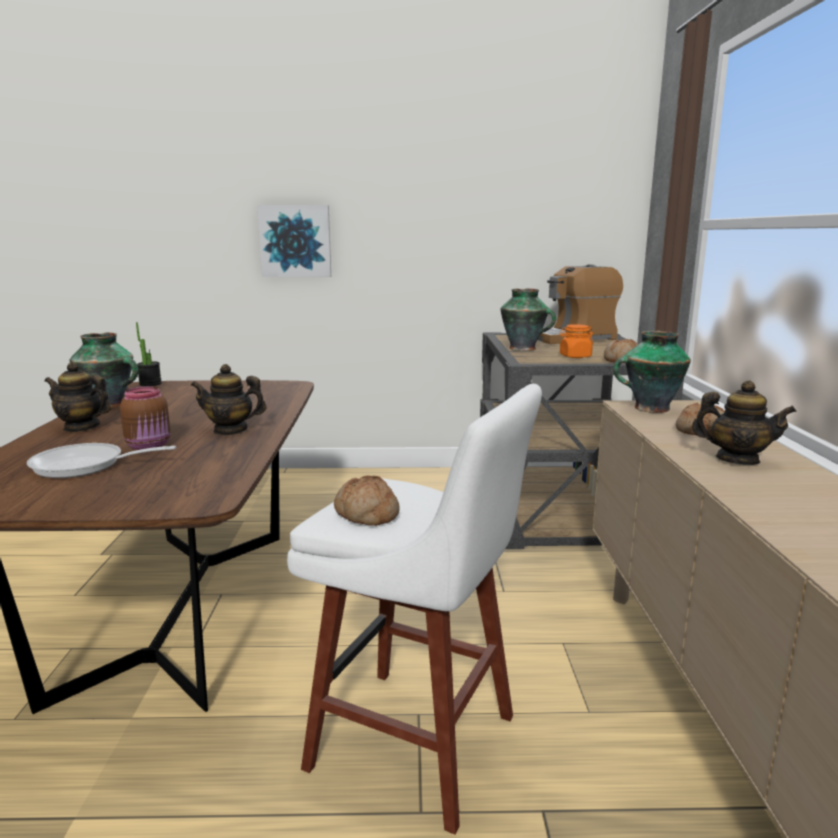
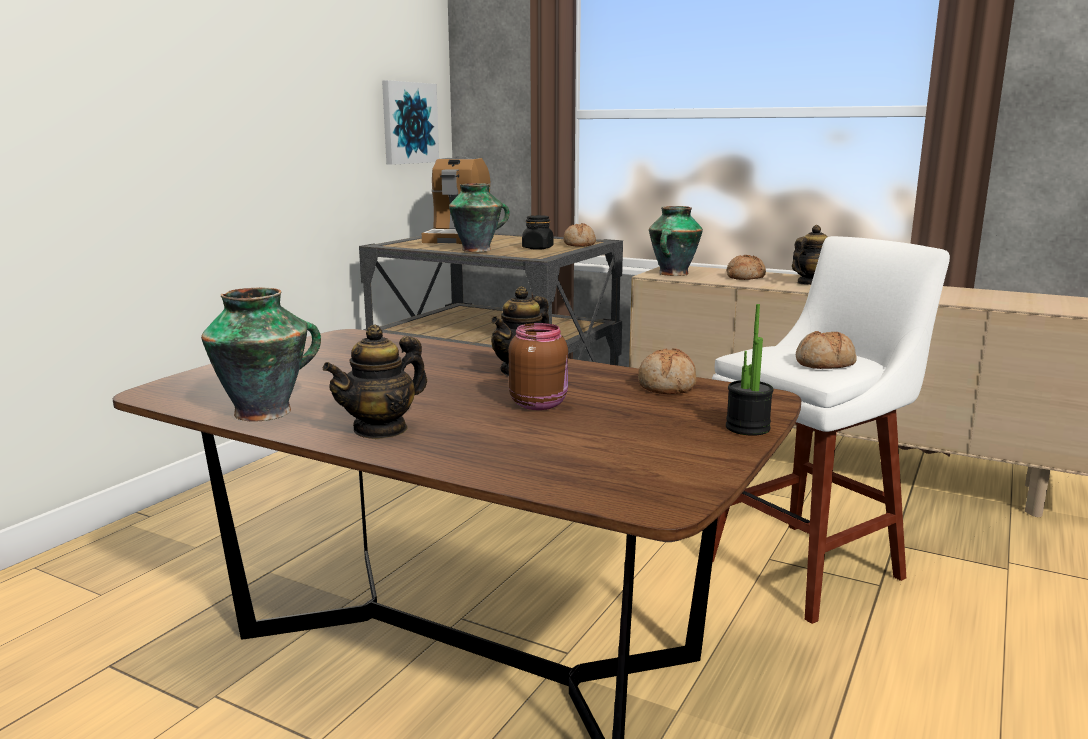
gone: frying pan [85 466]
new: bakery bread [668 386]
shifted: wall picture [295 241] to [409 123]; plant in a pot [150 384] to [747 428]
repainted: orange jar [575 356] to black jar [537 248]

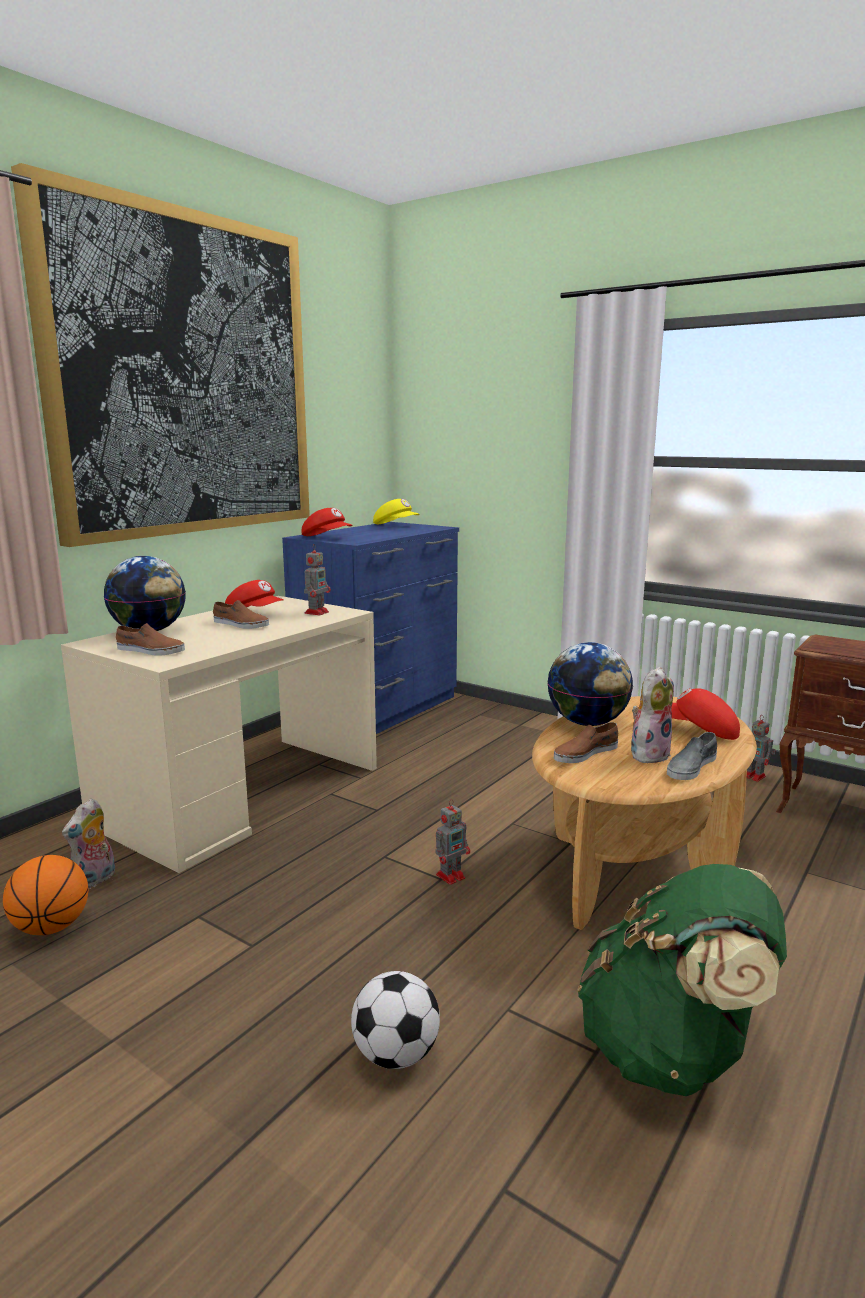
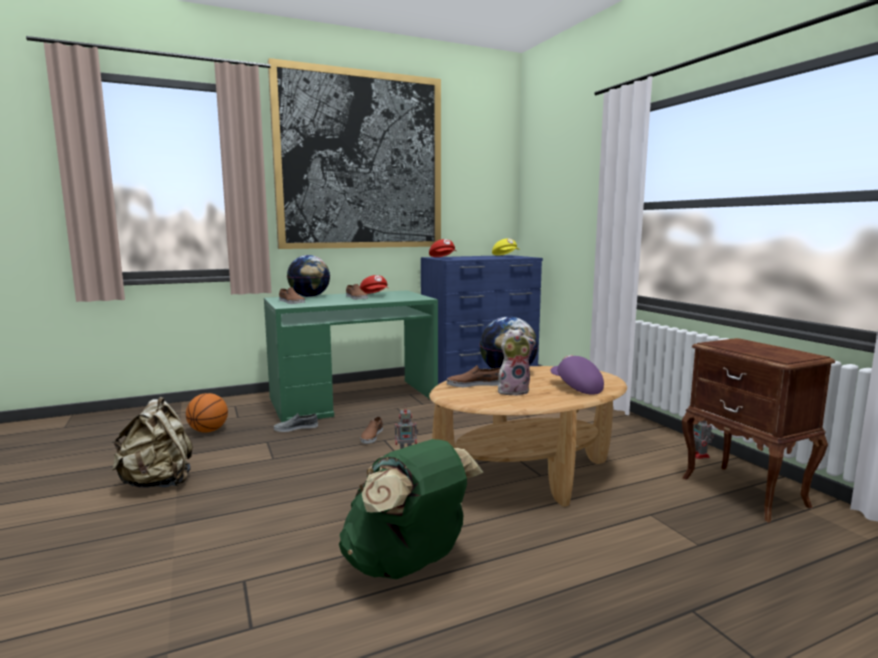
gone: soft toy [95 880]; model robot [317 612]; ball for football [396 1055]
new: beige-coloured backpack [158 483]; brownish item of footwear [371 436]
shifted: grey item of footwear [691 767] to [296 428]
repainted: beige-coloured desk table [242 794] to greenish desk table [352 399]; reddish baseball cap [699 731] to purple baseball cap [575 387]

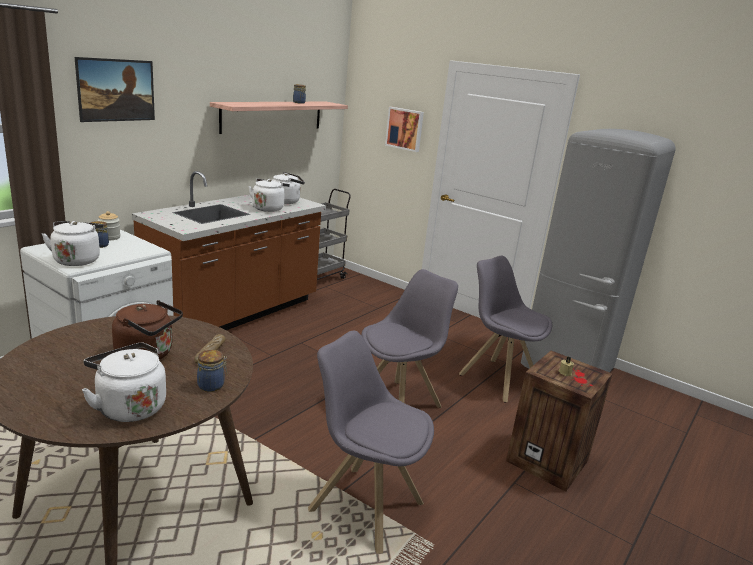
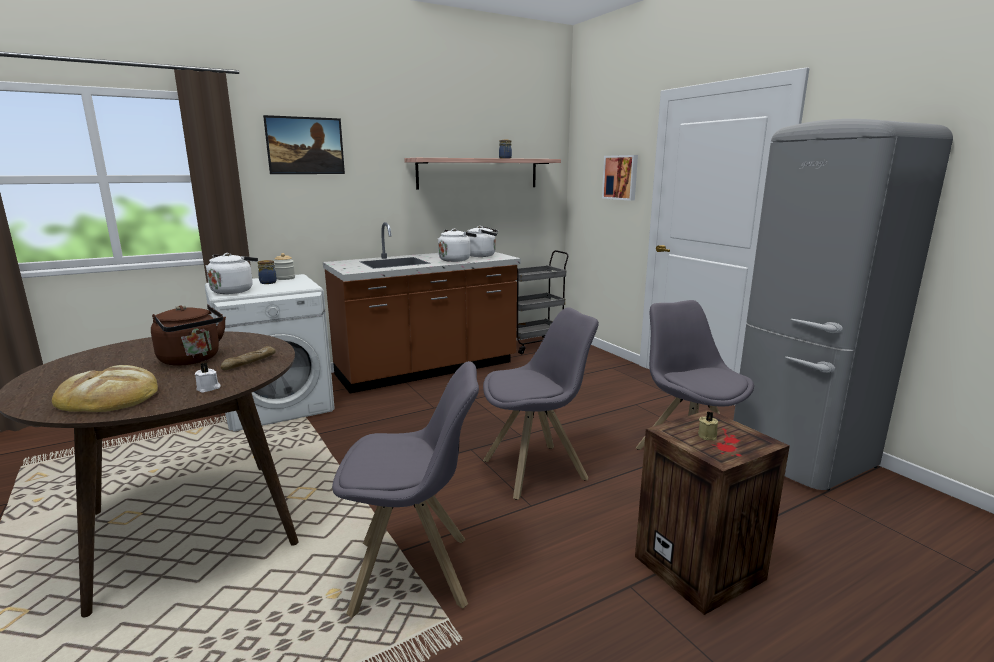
swapped: white-coloured kettle [129 406] to bakery bread [110 396]; jar [212 385] to white-coloured wax light [209 388]
rotated: grey plain chair [365 506] = [413 573] 120 degrees clockwise

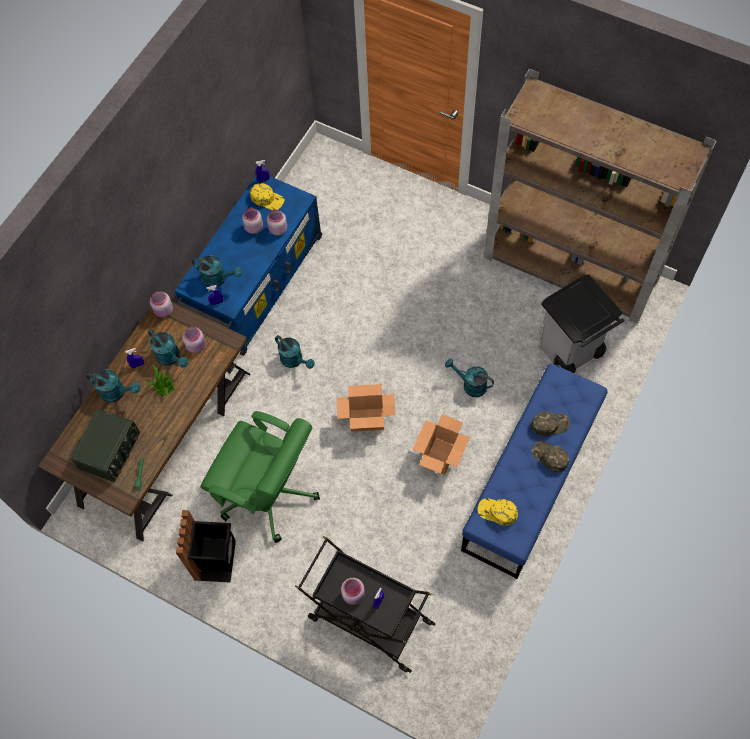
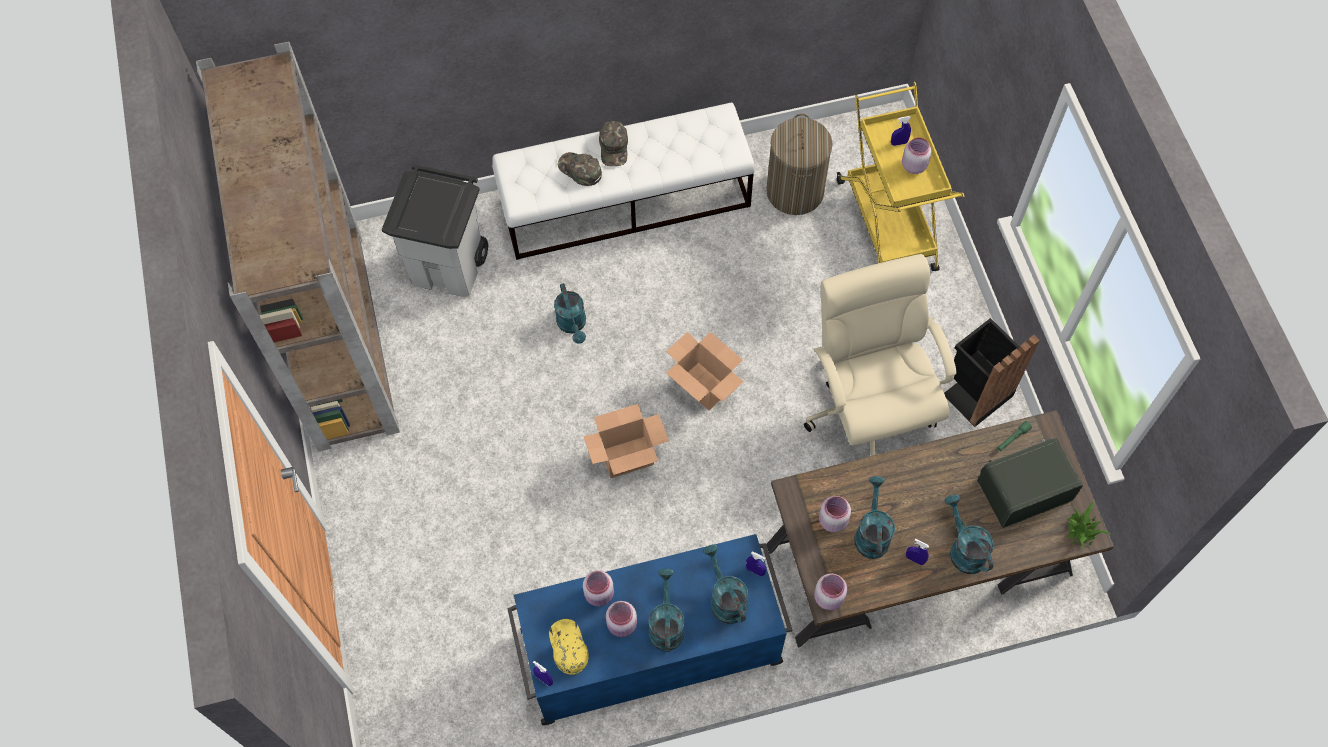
gone: yellow baseball cap [497 512]
new: hamper [795 191]
shifted: cardboard box [440 456] to [627 457]; turquoise sprinkling can [294 360] to [665 624]; plant in a pot [163 385] to [1081 530]
repainted: bluish long seat [530 480] to white-coloured long seat [626 202]; greenish desk chair [268 493] to beige-coloured desk chair [868 409]; black trolley [369 620] to yellow trolley [886 226]

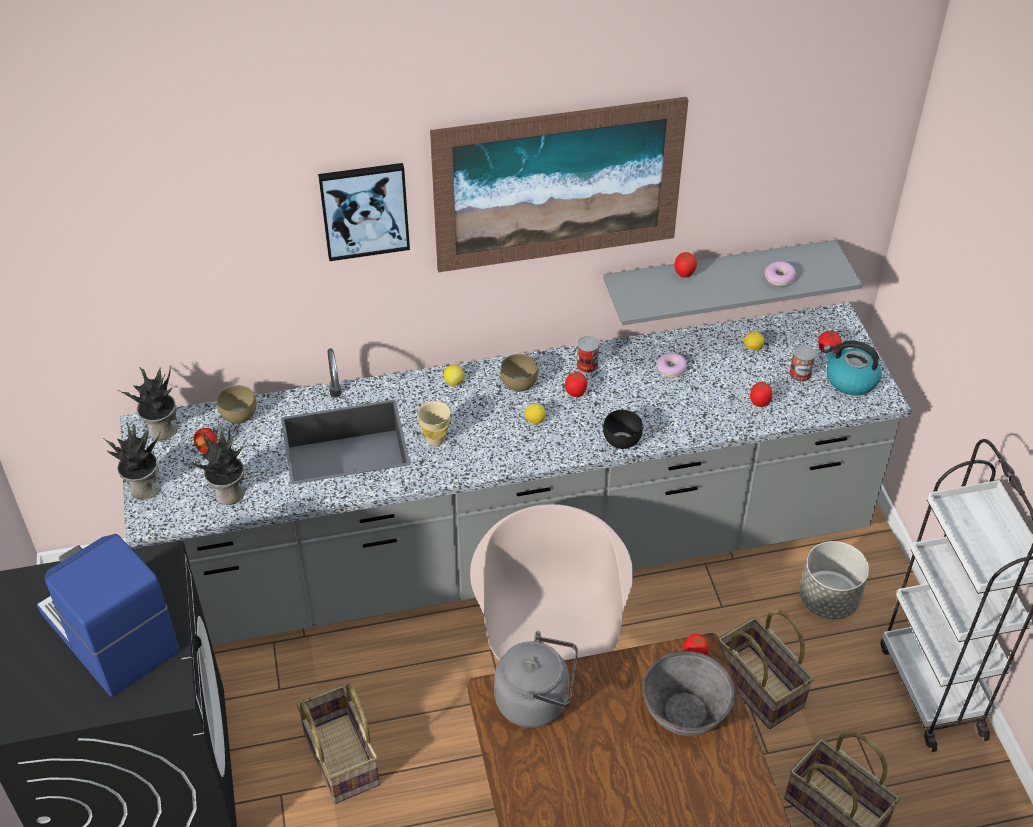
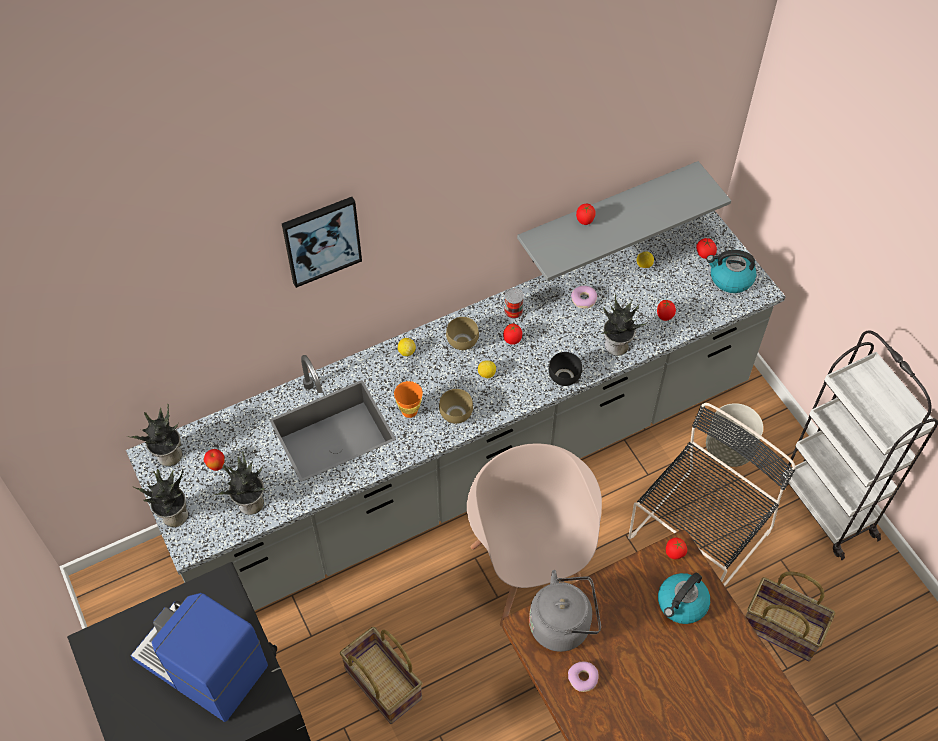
gone: wall picture [558 185]; sealed can [800 374]
new: plant in a pot [616 346]
shifted: brownish bowl [239 415] to [455 413]; ring doughnut [779 278] to [583 678]
swapped: basket [760 687] to black plain chair [697 537]; grey bowl [685 711] to kettle [681 604]
repainted: beige-coloured small cup [435 440] to orange small cup [409 411]

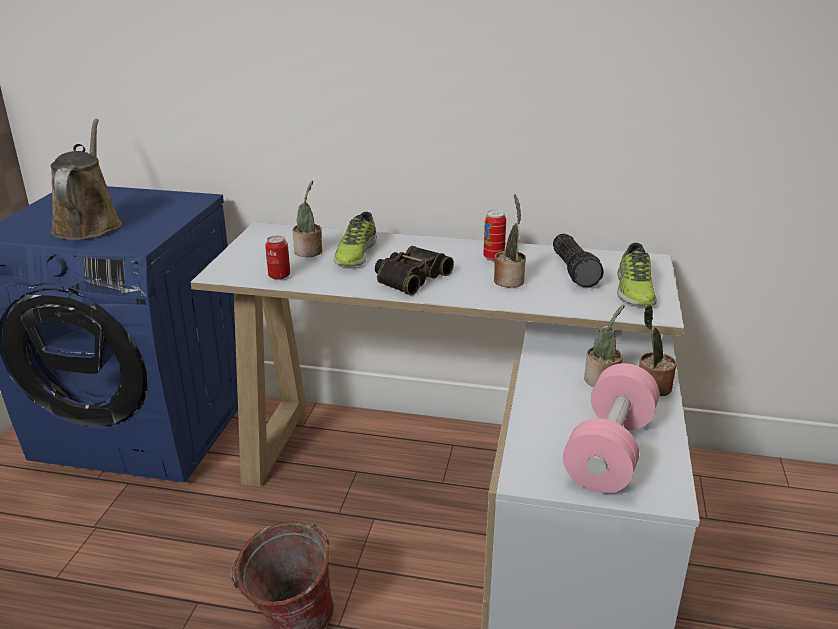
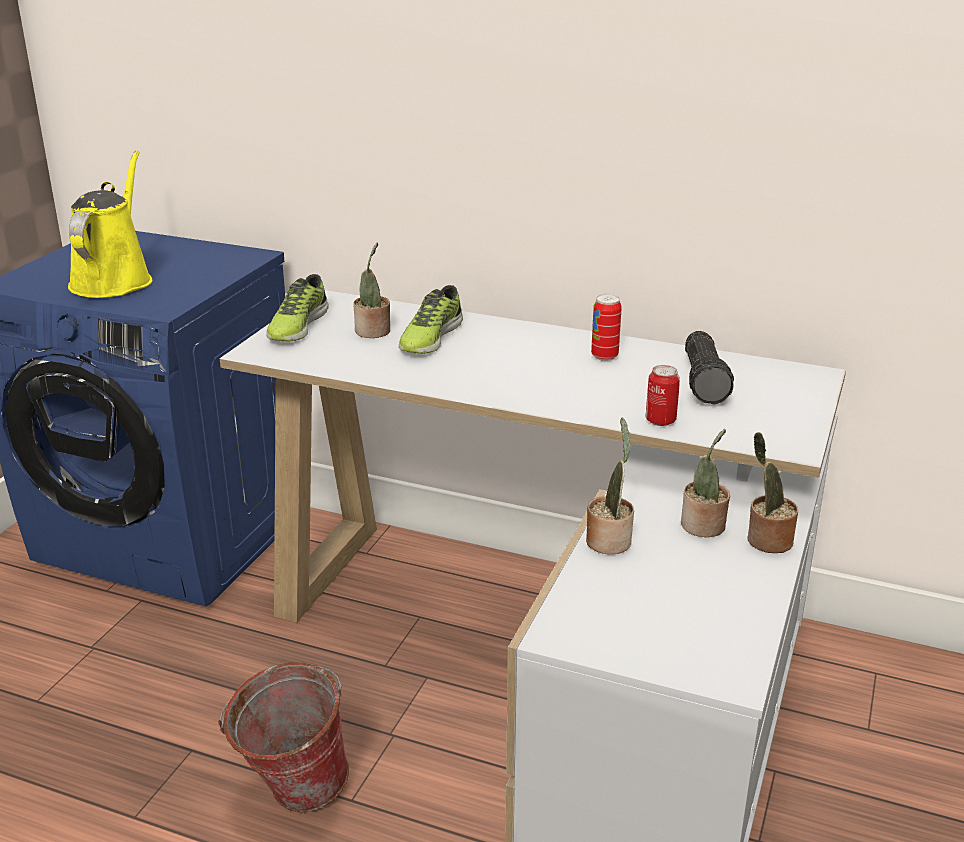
gone: binoculars [410 277]; pink free weight [609 451]
shifted: item of footwear [633 290] to [297 326]; plant in a pot [509 280] to [609 540]; sealed can [279 276] to [660 420]
repainted: brownish sprinkling can [89 224] to yellow sprinkling can [114 280]

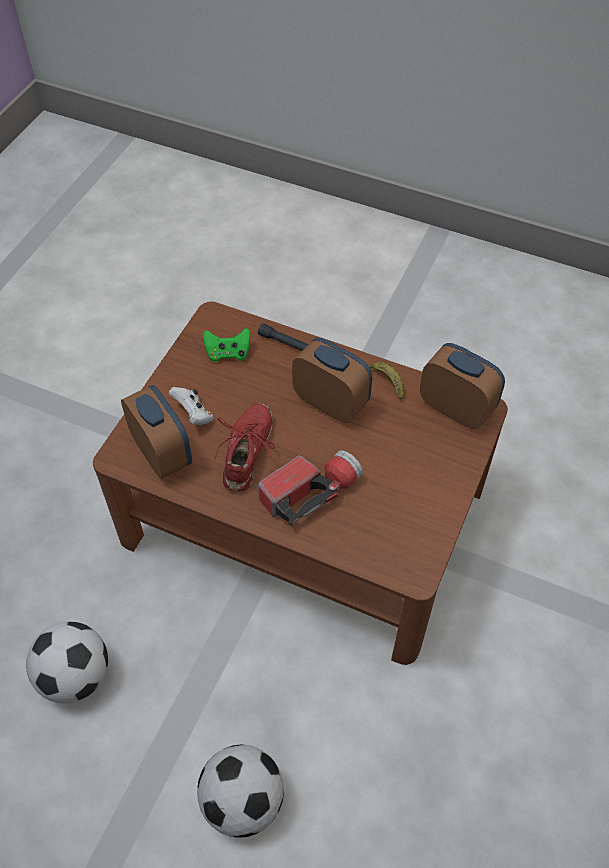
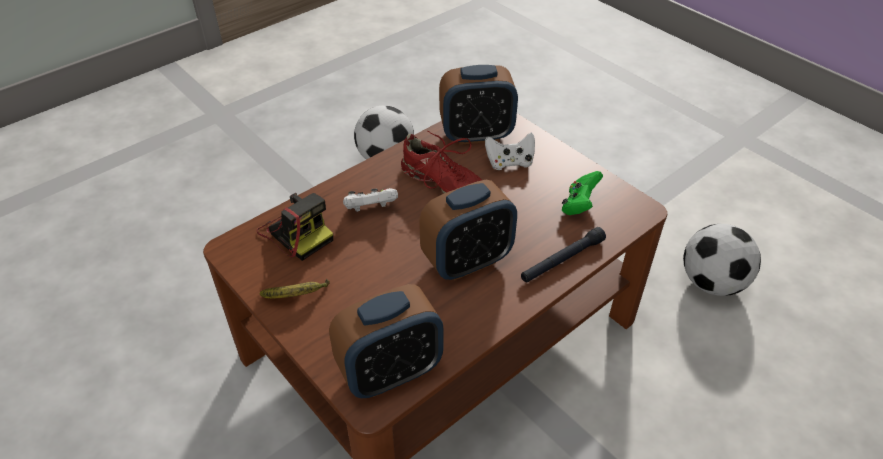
new: still camera [296 232]
shifted: banana [386 381] to [297 296]; ball for football [242 801] to [711 282]
swapped: flashlight [310 492] to white-coloured gamepad [371 210]

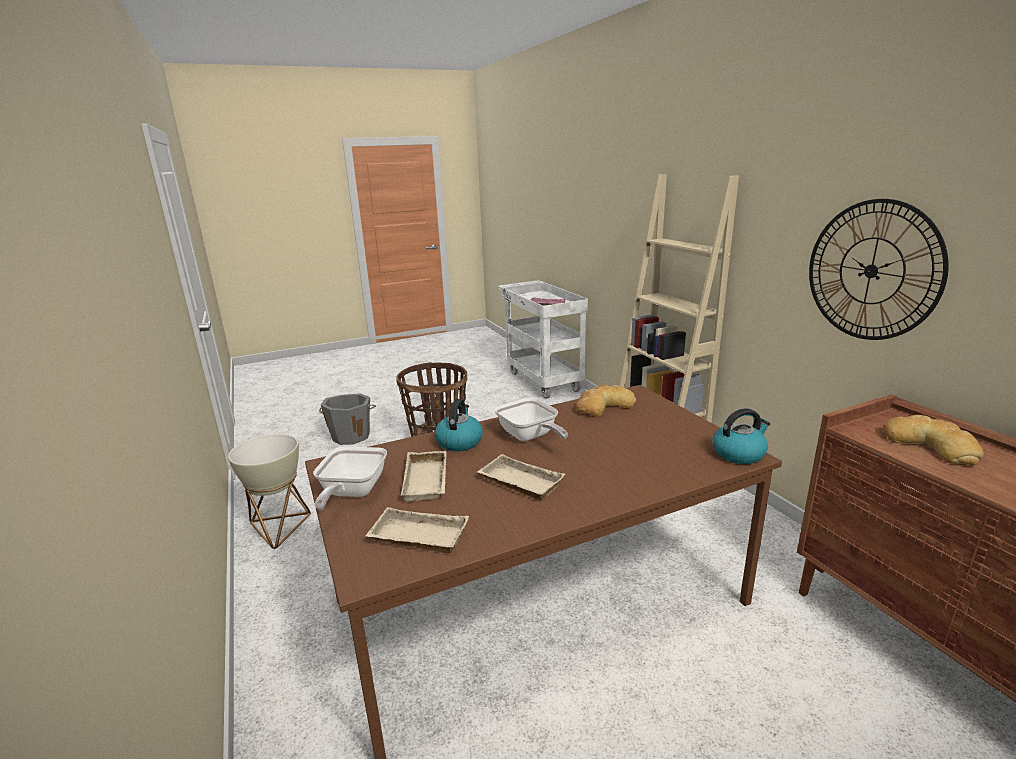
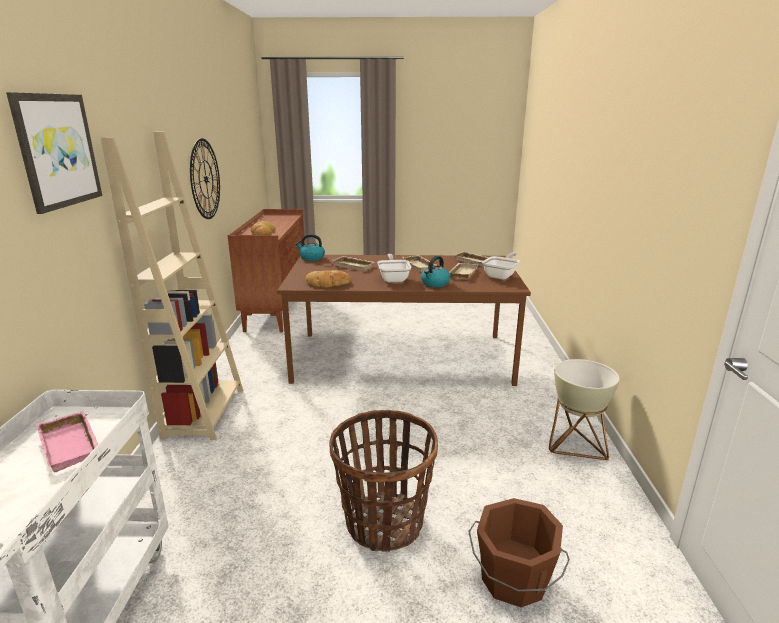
new: wall picture [57 151]; beige-coloured serving tray [354 266]
repainted: grey bucket [351 436] to brownish bucket [513 580]

